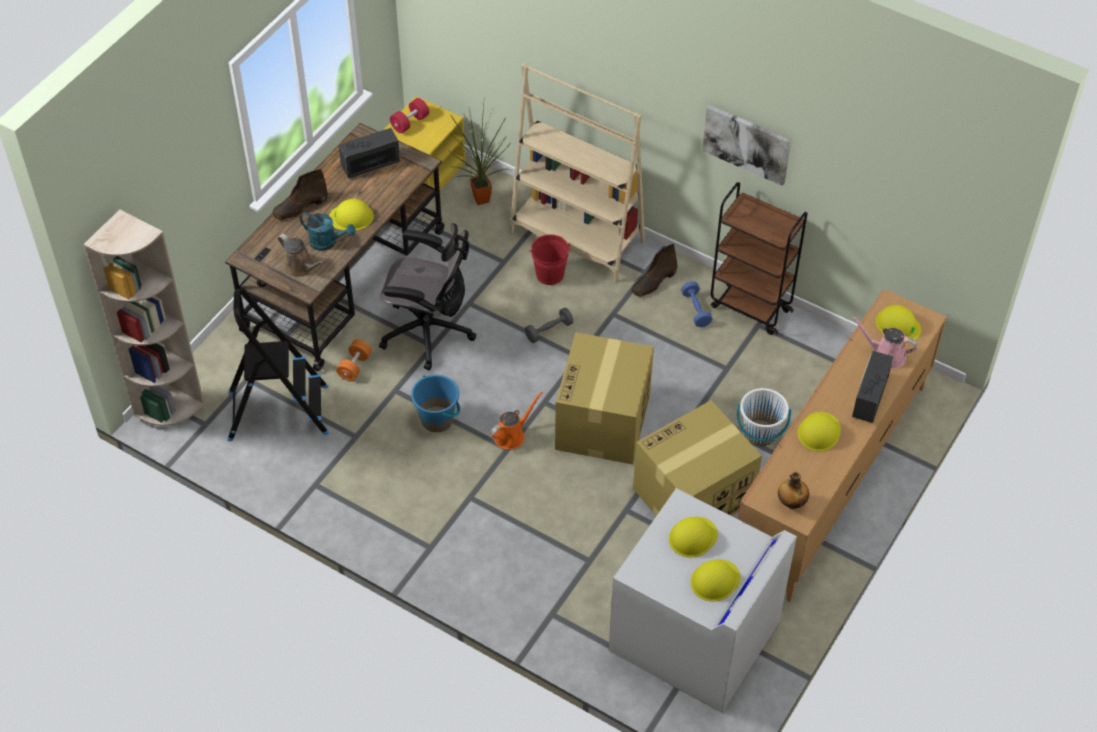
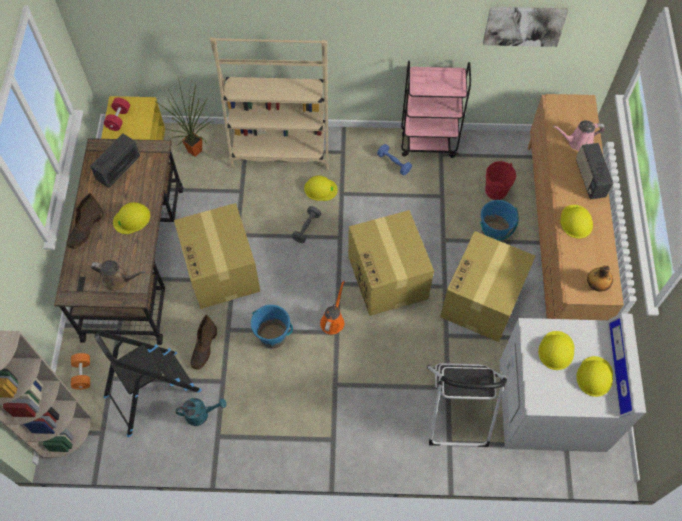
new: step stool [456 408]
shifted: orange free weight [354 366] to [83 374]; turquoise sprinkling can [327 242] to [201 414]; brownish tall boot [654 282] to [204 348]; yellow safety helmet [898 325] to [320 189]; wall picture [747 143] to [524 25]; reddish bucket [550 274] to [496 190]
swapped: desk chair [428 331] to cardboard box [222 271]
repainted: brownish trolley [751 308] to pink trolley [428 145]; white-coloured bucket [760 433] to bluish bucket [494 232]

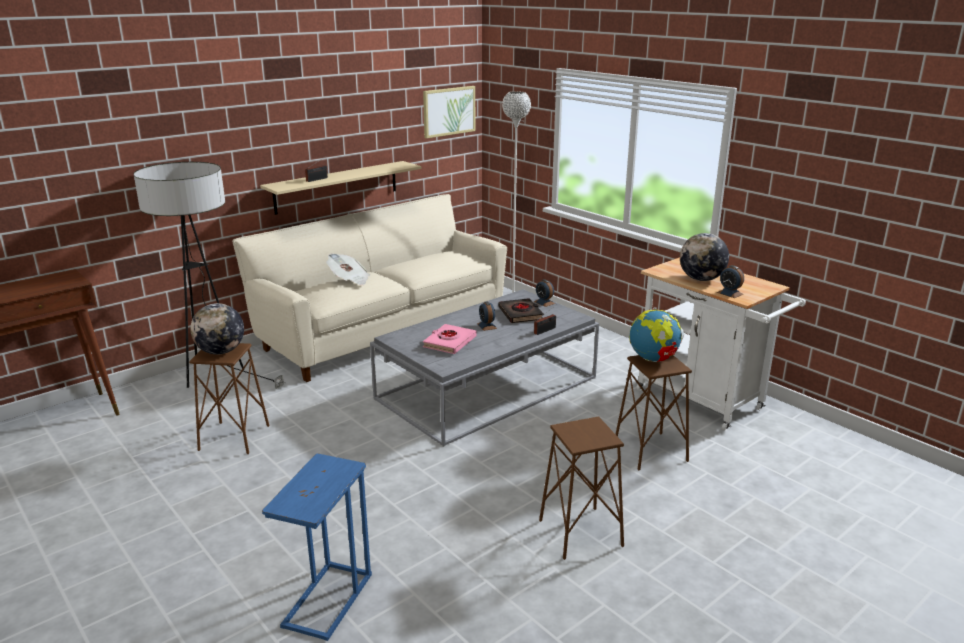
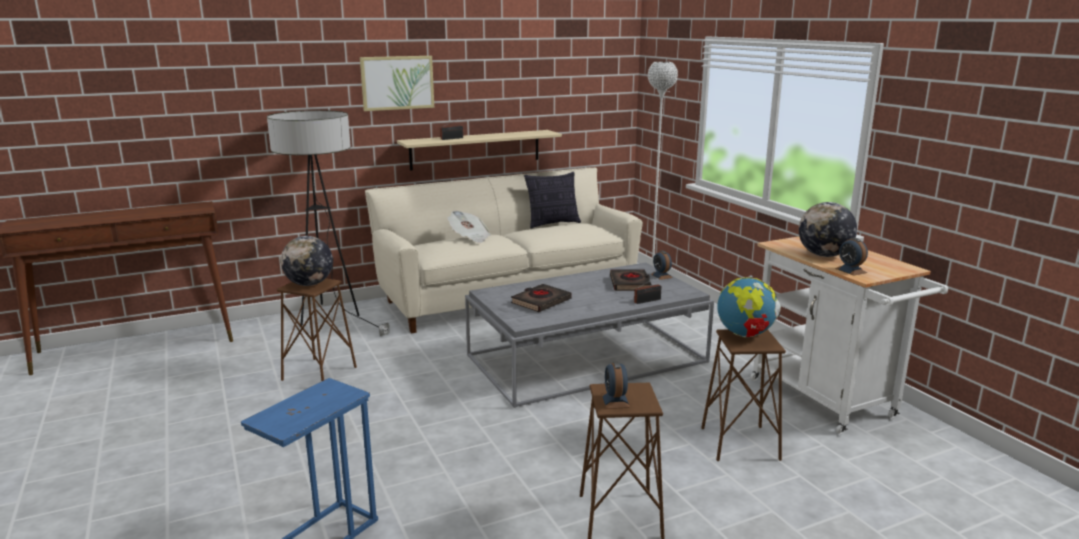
new: pillow [553 224]
shifted: wall picture [449 111] to [397 83]; table clock [487 326] to [615 401]
repainted: pink bound book [449 342] to black bound book [541 302]

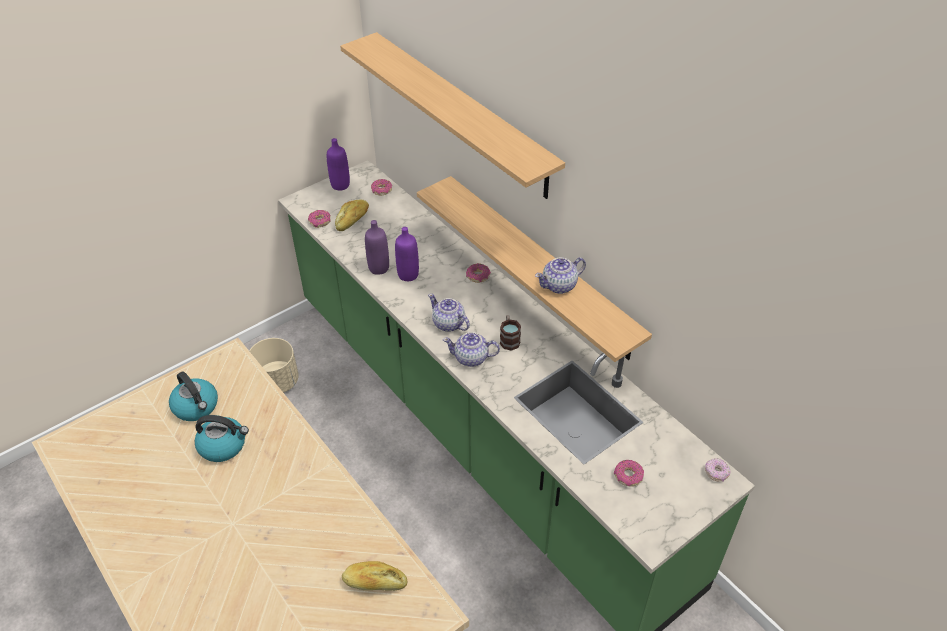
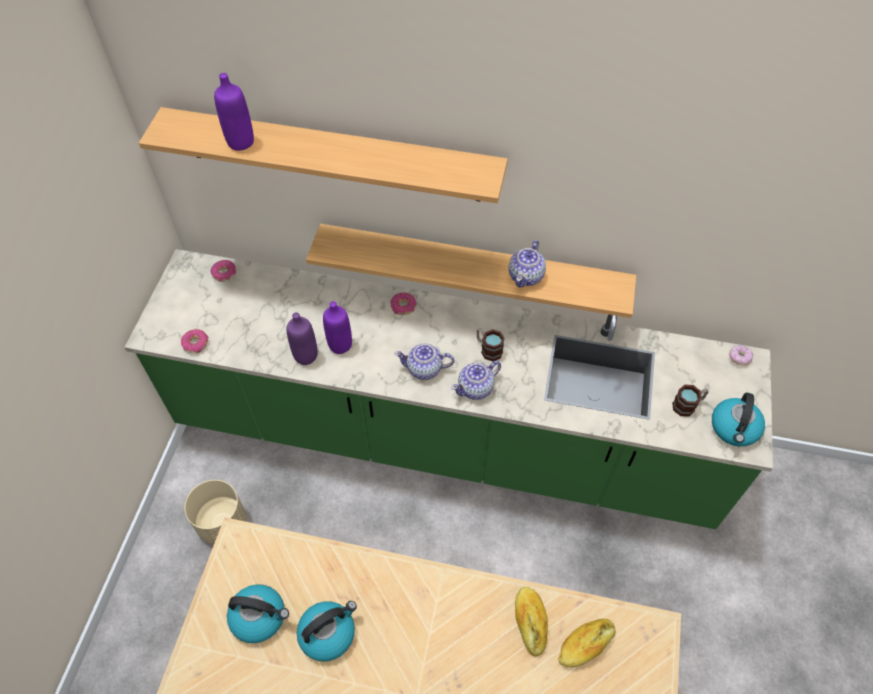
new: kettle [734 428]
shifted: purple bottle [340 185] to [240 142]; bakery bread [353 220] to [530 622]
swapped: ring doughnut [628 476] to tea mug [688 405]

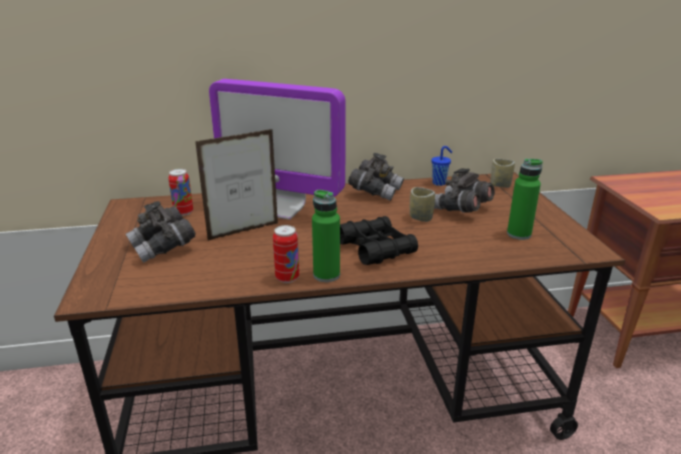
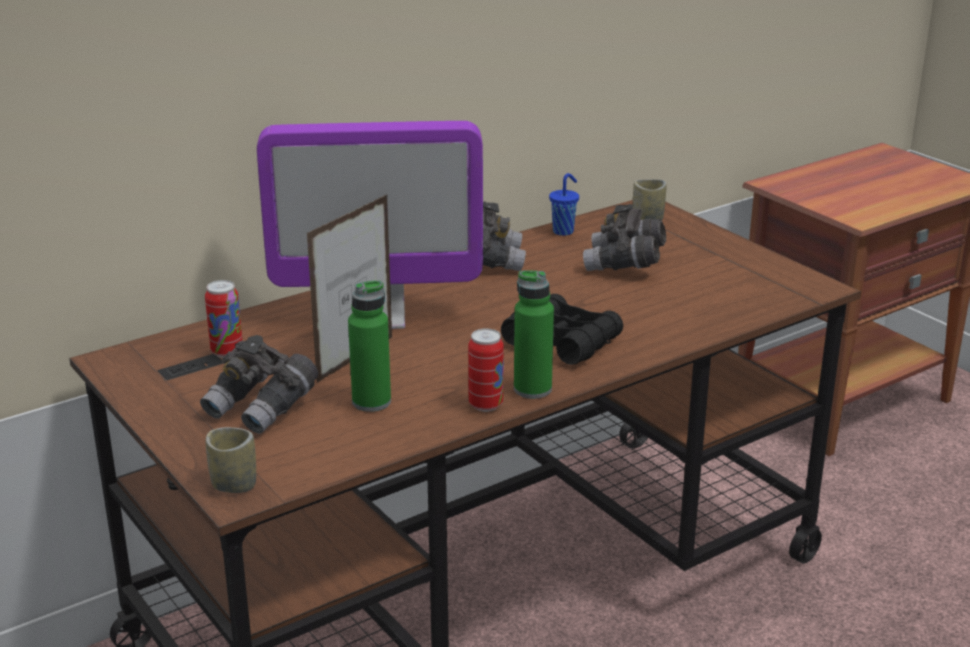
shifted: small cup [420 218] to [234 484]; greenish bottle [519 234] to [371 402]

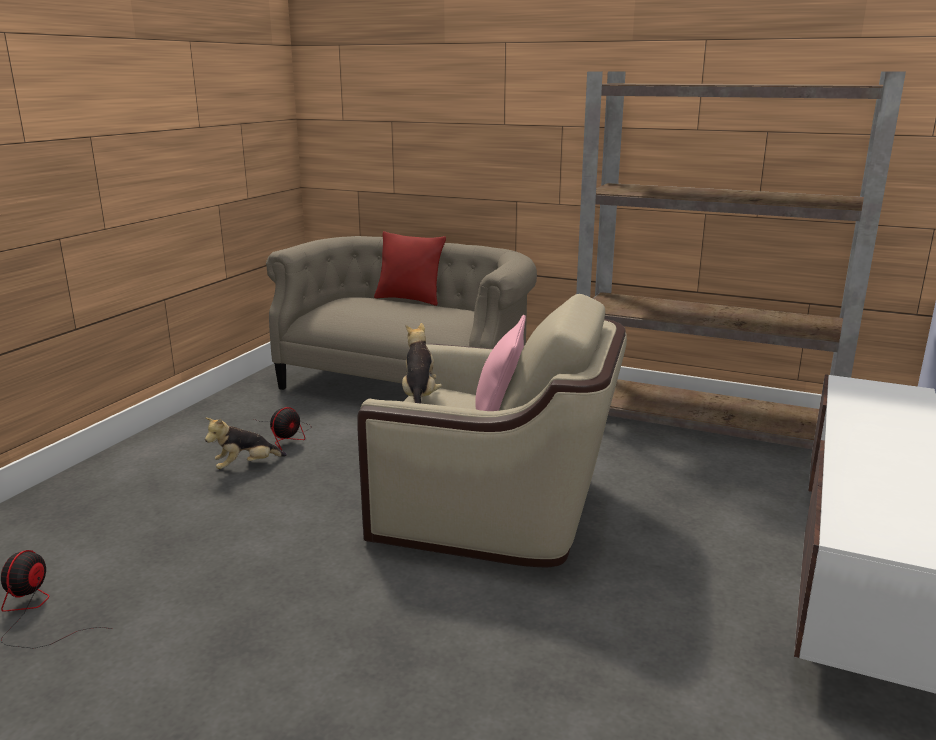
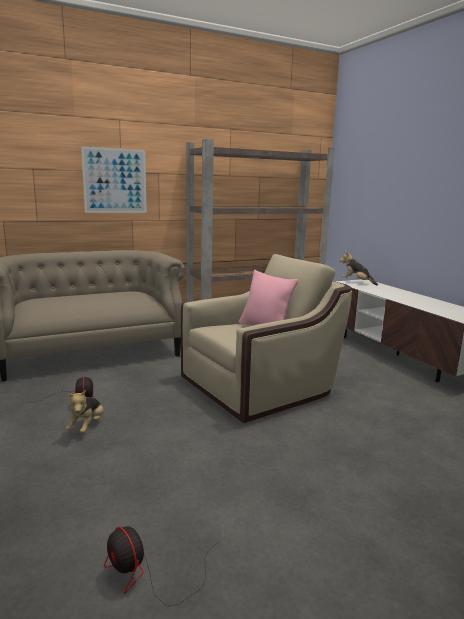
gone: reddish pillow [409 299]
new: wall picture [115 181]
shifted: soft toy [420 397] to [356 282]

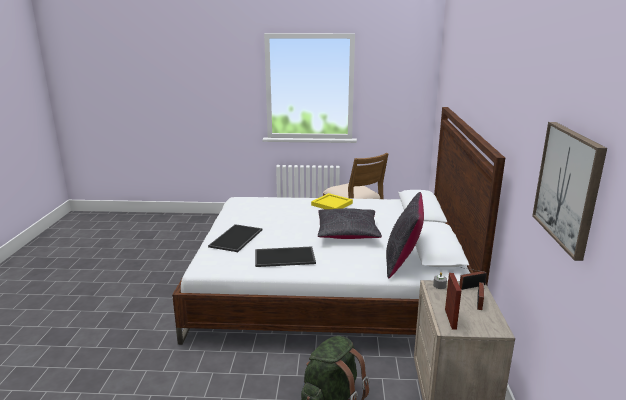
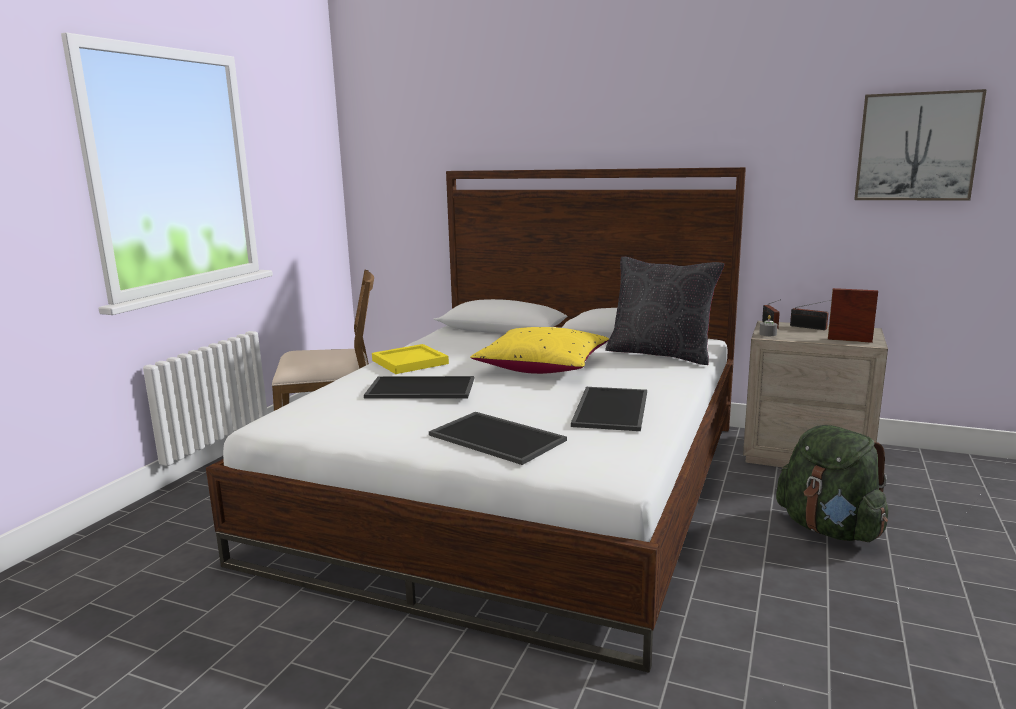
new: serving tray [419 389]
repainted: black pillow [347 233] to yellow pillow [542 367]

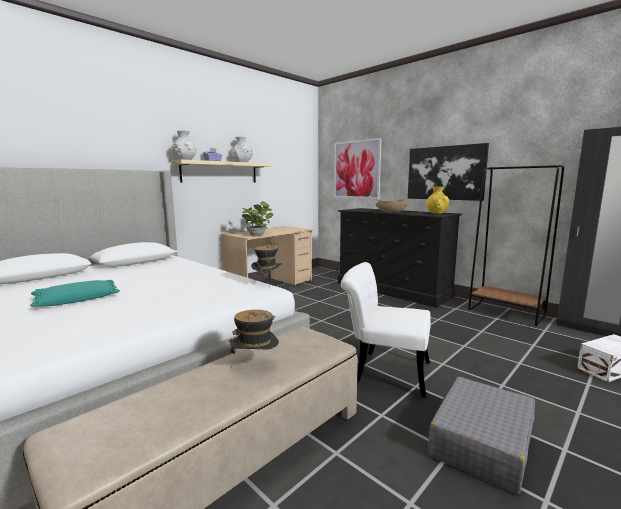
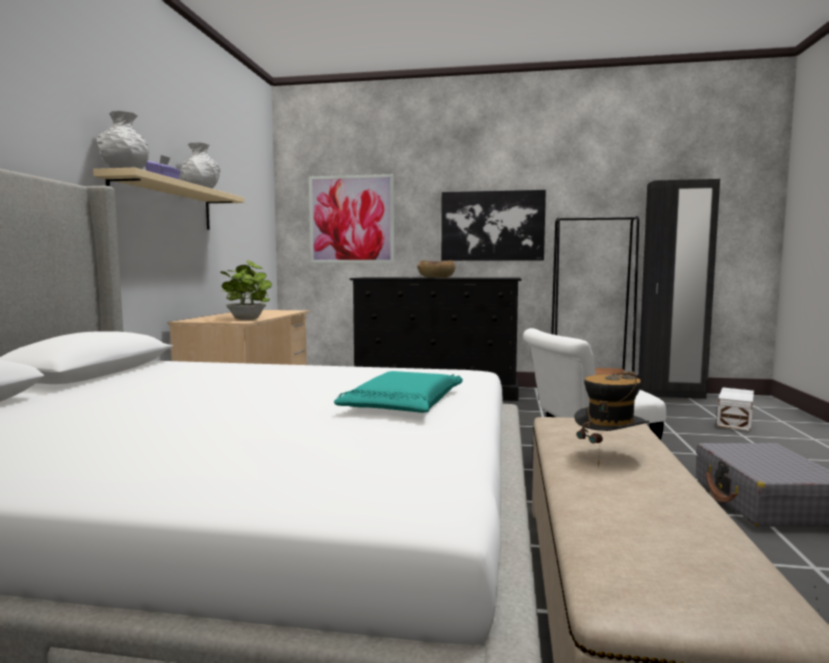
gone: wearable hat [267 282]; yellow flower vase [437 213]
shifted: turquoise pillow [77 298] to [404 402]

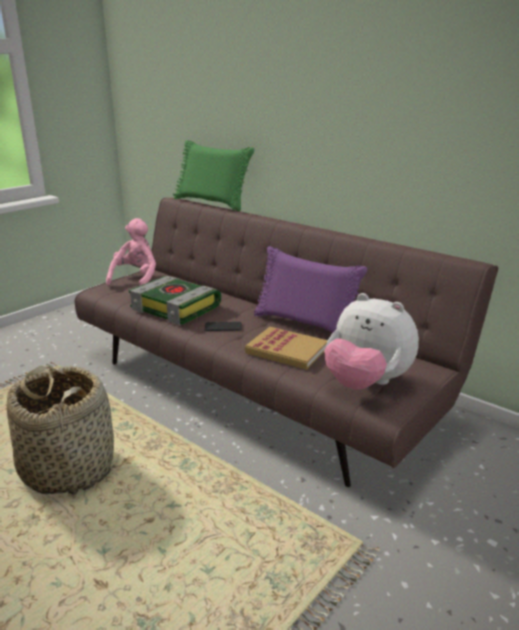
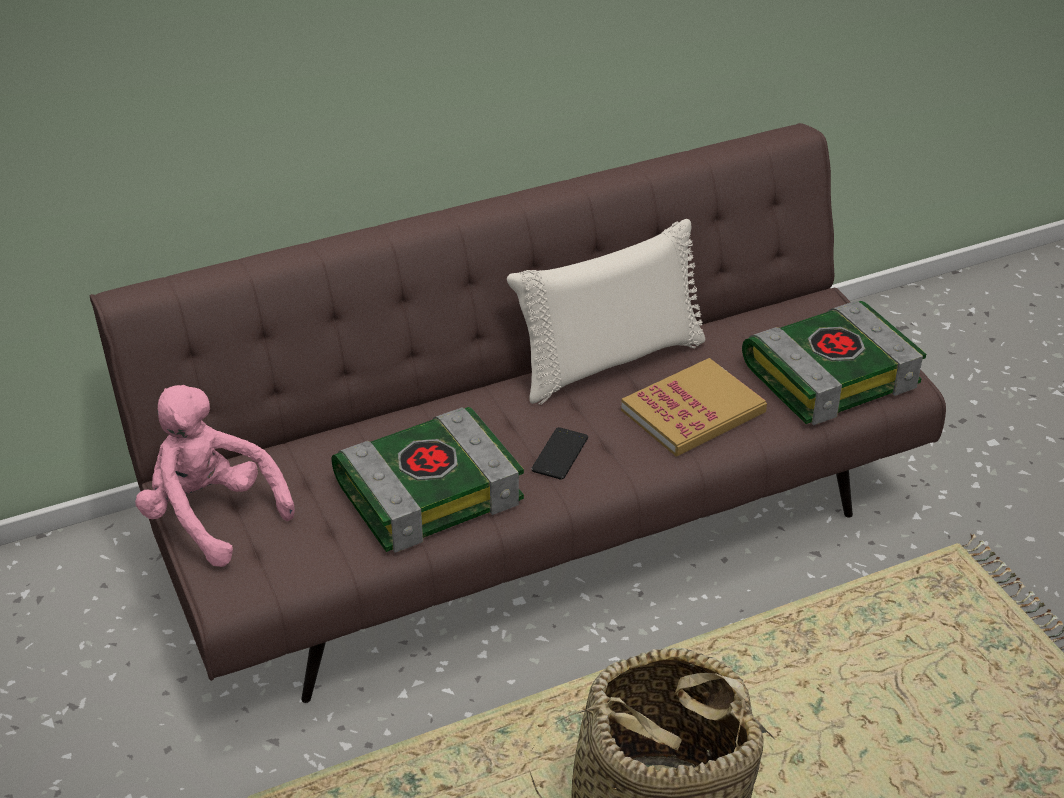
gone: greenish pillow [212 203]
swapped: soft toy [366 383] to bound book [831 373]
repainted: purple pillow [305 324] to white-coloured pillow [609 361]

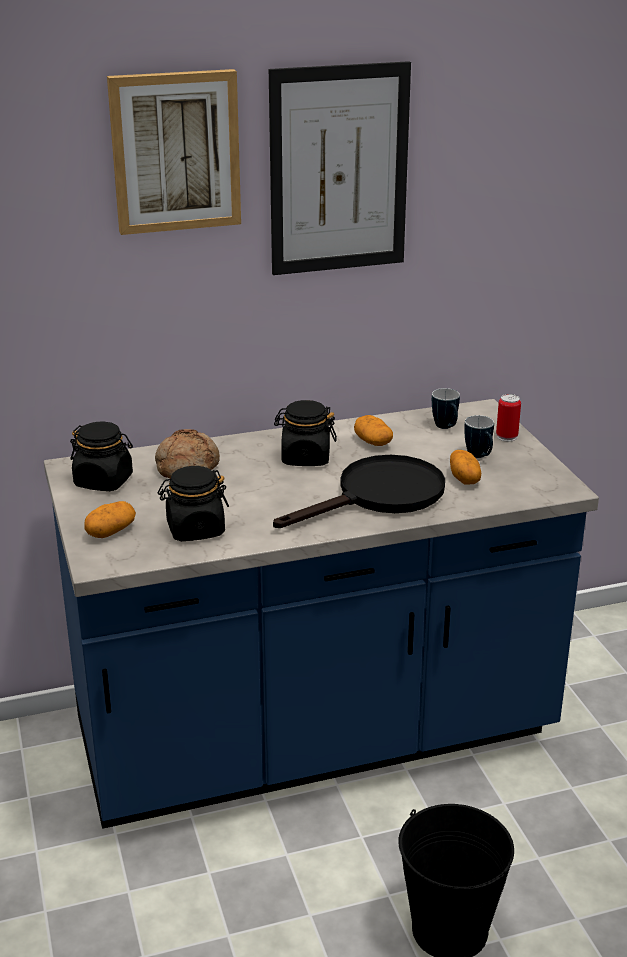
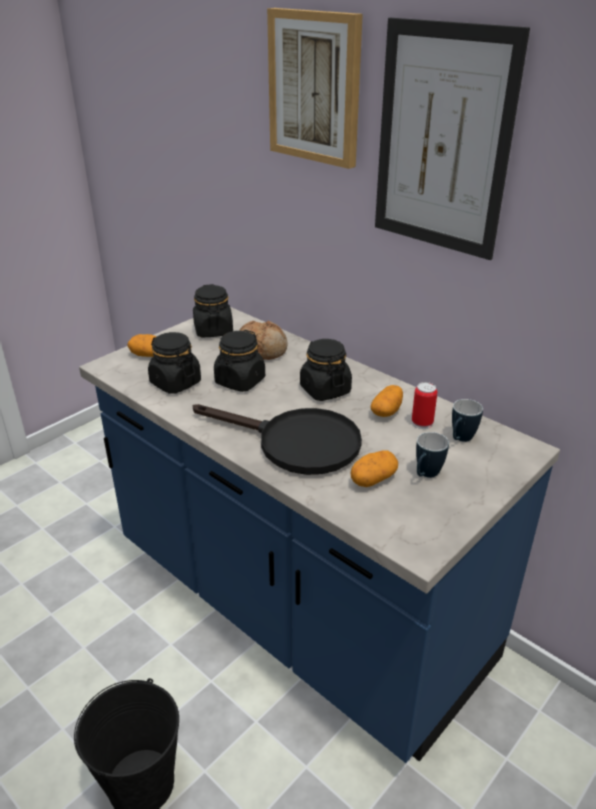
new: black jar [240 381]
shifted: sealed can [506 436] to [422 423]

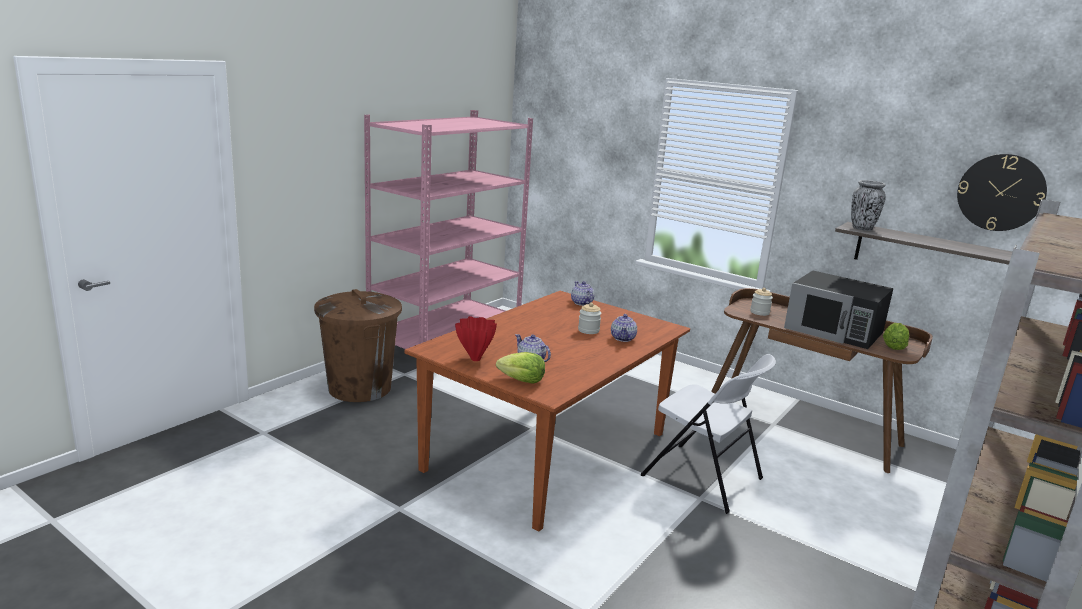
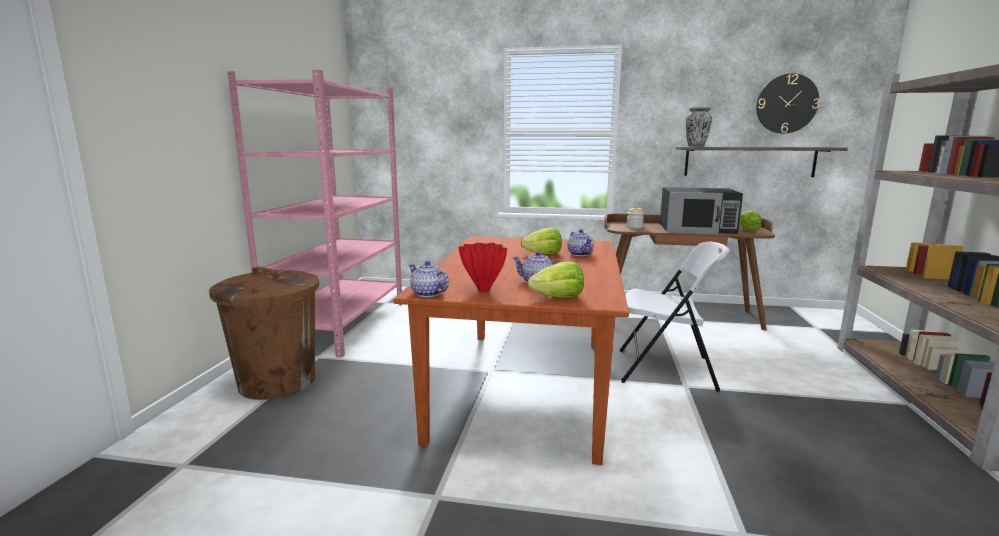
shifted: tea pot [581 303] to [428 294]
swapped: jar [588 330] to lettuce head [543 254]

